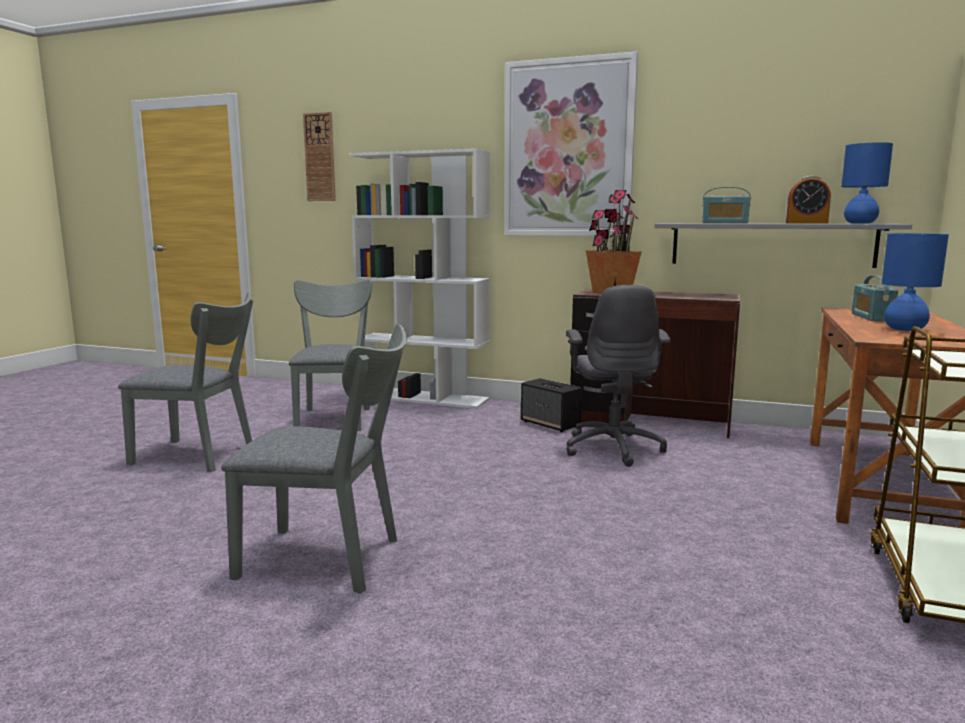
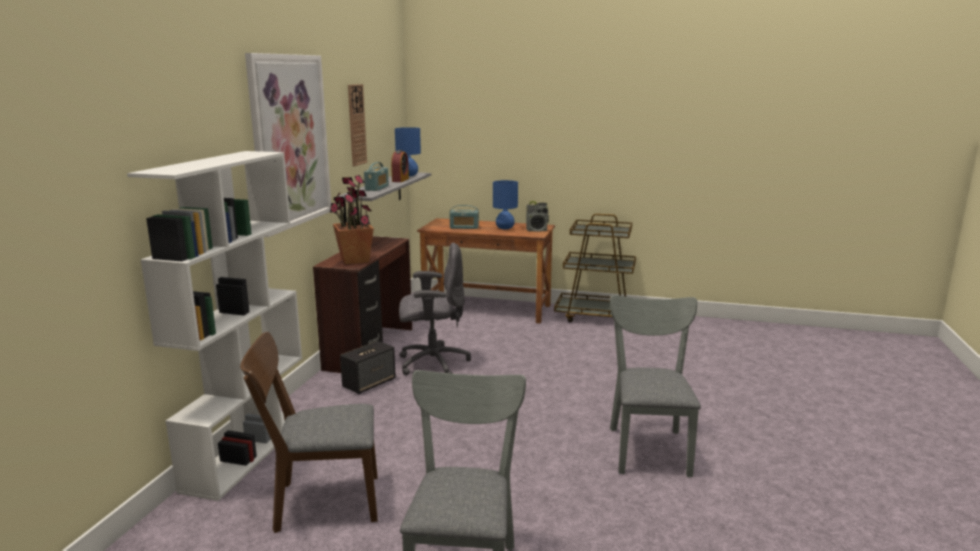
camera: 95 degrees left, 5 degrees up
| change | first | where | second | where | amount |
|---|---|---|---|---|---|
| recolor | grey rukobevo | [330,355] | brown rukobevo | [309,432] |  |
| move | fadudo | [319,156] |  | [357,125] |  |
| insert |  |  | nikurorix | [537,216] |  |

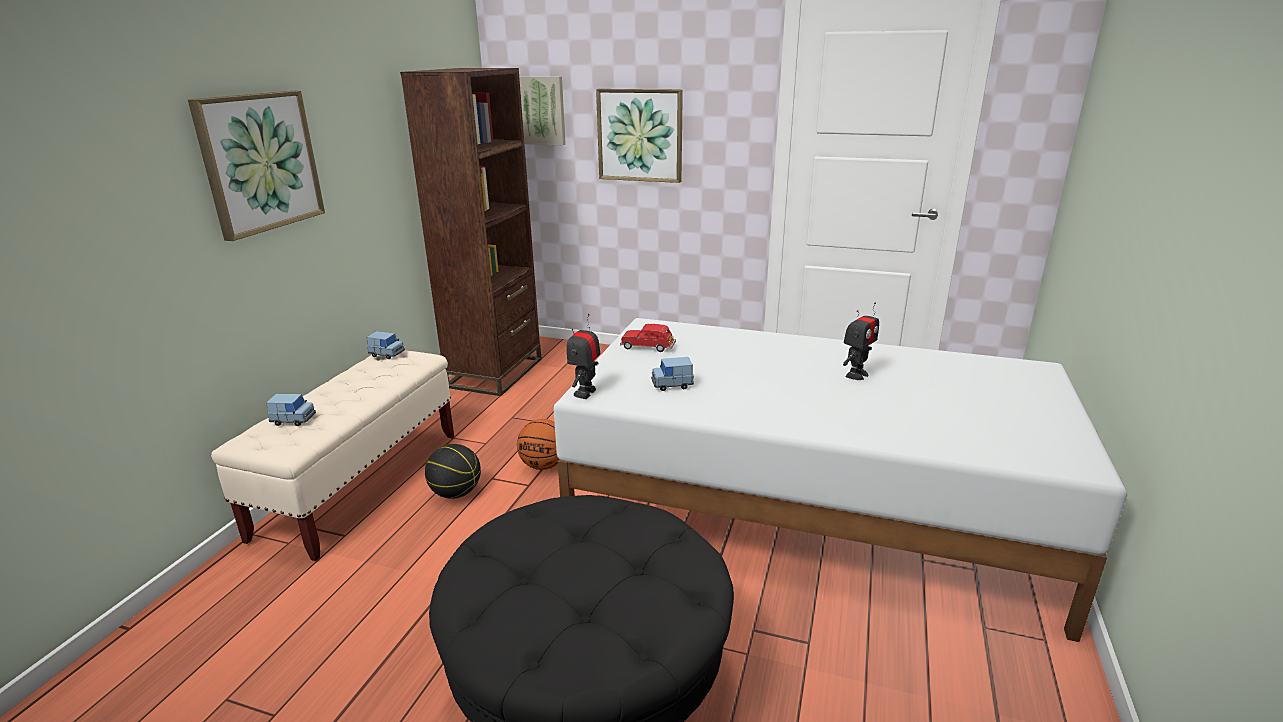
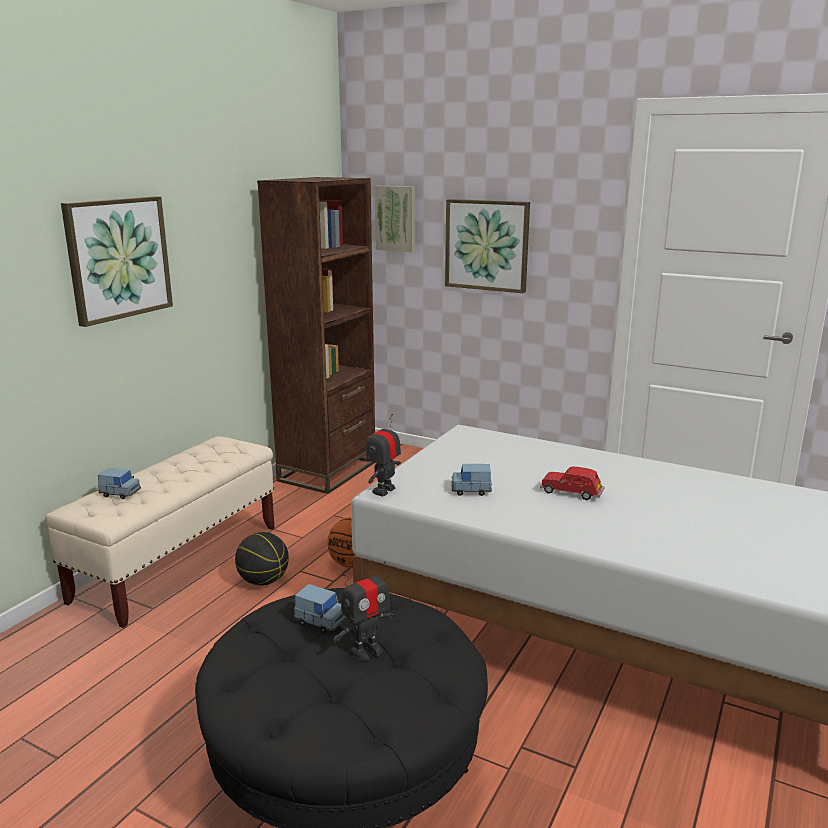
camera: 10 degrees right, 5 degrees down
| change | first | where | second | where | amount |
|---|---|---|---|---|---|
| move | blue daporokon | [386,345] |  | [320,608] |  |
| move | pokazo | [861,341] |  | [364,611] |  |
| move | red daporokon | [648,338] |  | [572,483] |  |

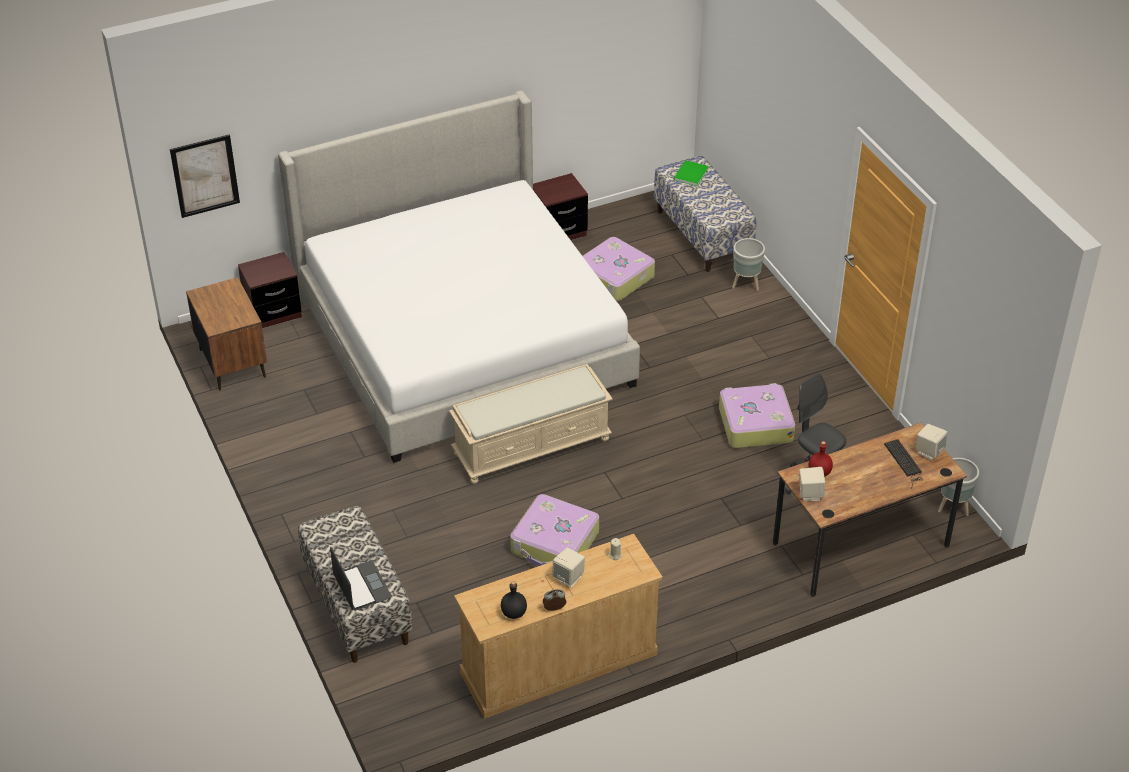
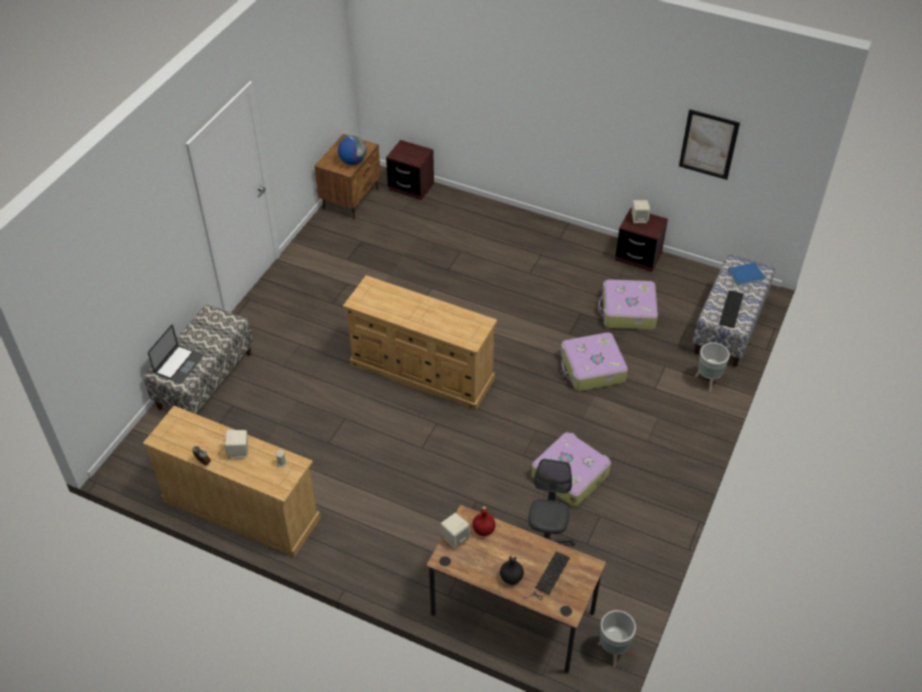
camera: 50 degrees right, 5 degrees up
| change | first | where | second | where | amount |
|---|---|---|---|---|---|
| insert |  |  | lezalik | [352,150] |  |
| replace | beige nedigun | [531,424] | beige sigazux | [420,343] |  |
| move | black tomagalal | [514,600] |  | [512,570] |  |
| move | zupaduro | [554,530] |  | [594,361] |  |
| move | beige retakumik | [931,442] |  | [641,211] |  |
| move | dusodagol | [205,176] |  | [709,144] |  |
| insert |  |  | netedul | [731,309] |  |
| recolor | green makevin | [691,173] | blue makevin | [747,274] |  |
| delete | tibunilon | [459,277] |  |  |  |

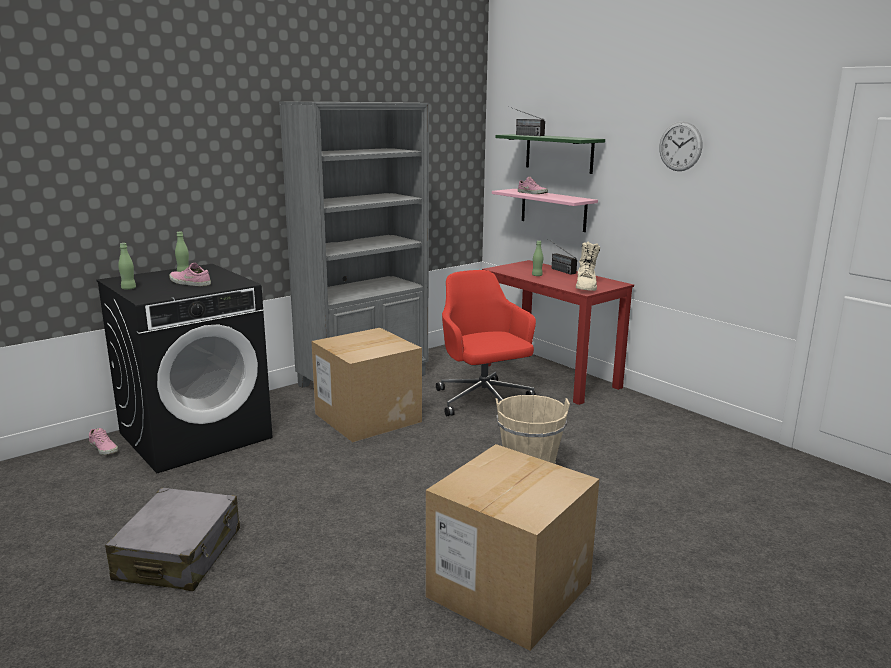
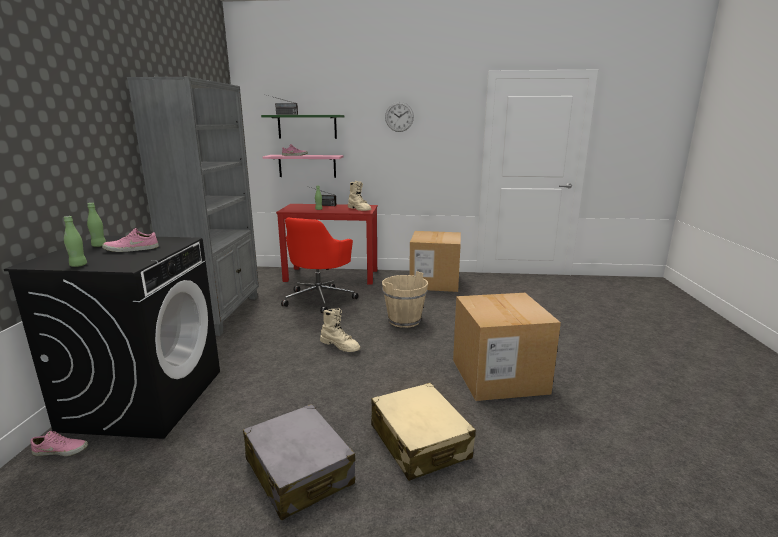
camera: 45 degrees left, 0 degrees up
| change | first | where | second | where | amount |
|---|---|---|---|---|---|
| rotate | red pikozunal | [486,343] |  | [319,265] | 90 degrees counterclockwise |
| insert |  |  | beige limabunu | [340,330] |  |
| insert |  |  | beige zupaduro | [423,432] |  |
| move | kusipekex | [366,385] |  | [435,261] |  |

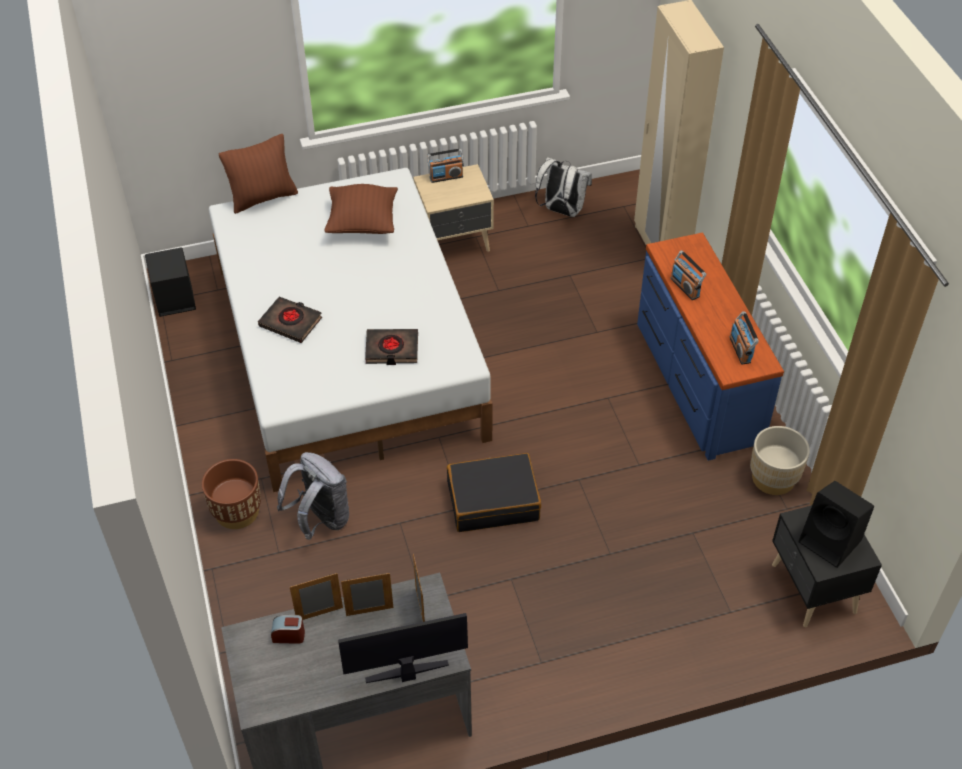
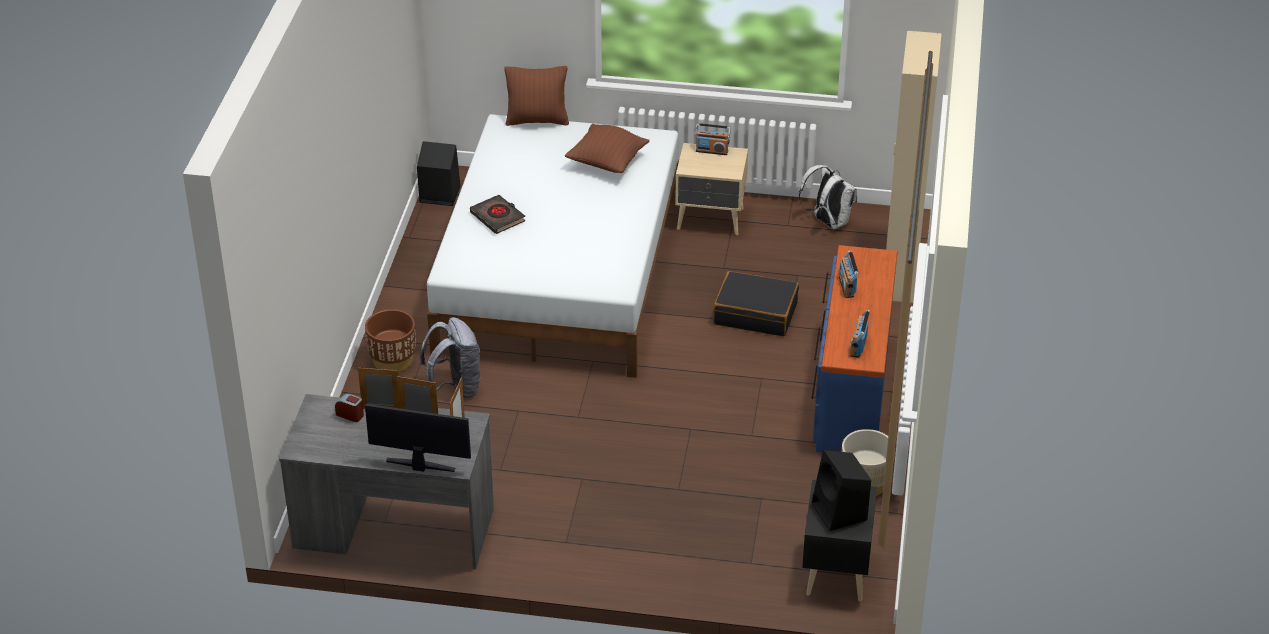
camera: 25 degrees right, 10 degrees down
| change | first | where | second | where | amount |
|---|---|---|---|---|---|
| move | black zupaduro | [494,492] |  | [756,303] |  |
| delete | black makevin | [391,347] |  |  |  |

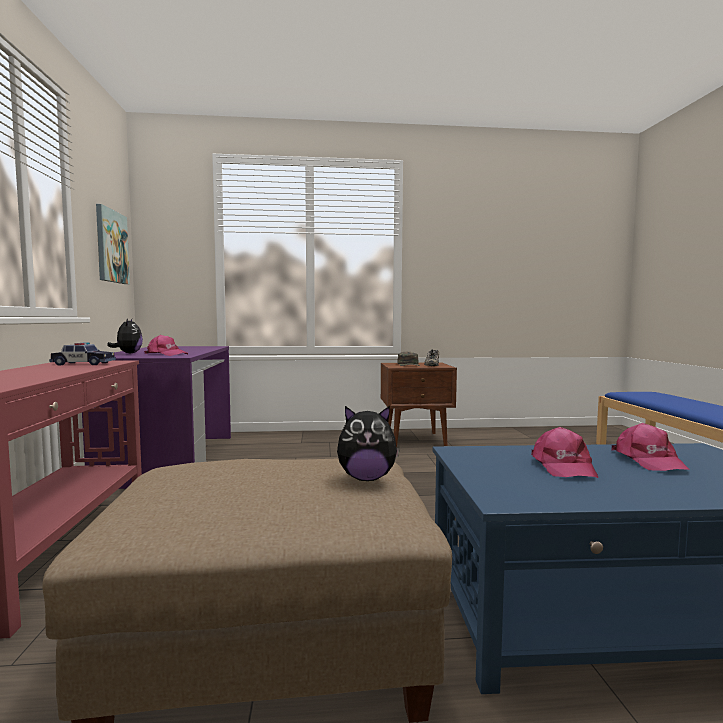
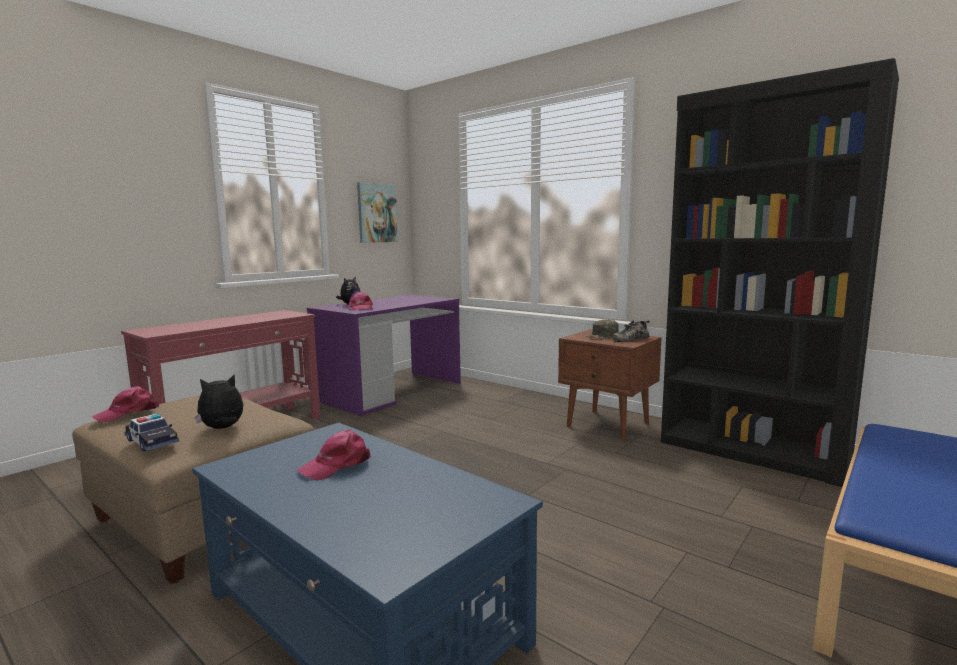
camera: 45 degrees right, 5 degrees up
| change | first | where | second | where | amount |
|---|---|---|---|---|---|
| move | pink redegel | [650,447] |  | [125,404] |  |
| move | daporokon | [82,354] |  | [151,432] |  |
| rotate | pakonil | [368,443] |  | [219,402] | 105 degrees clockwise |
| insert |  |  | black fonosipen | [780,272] |  |

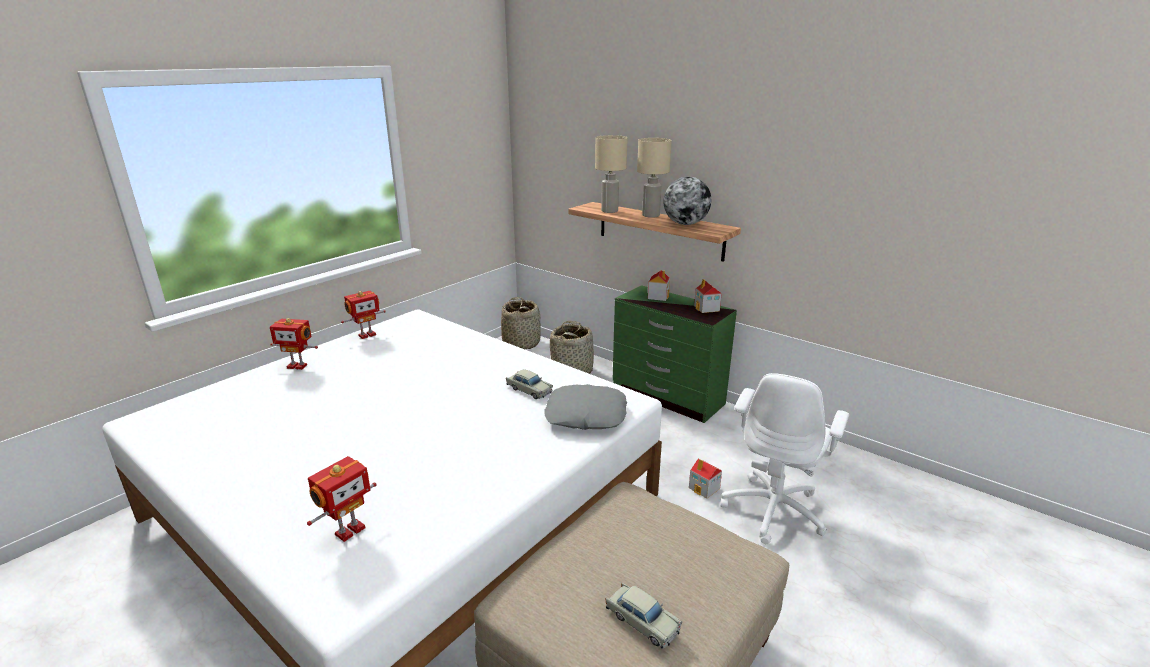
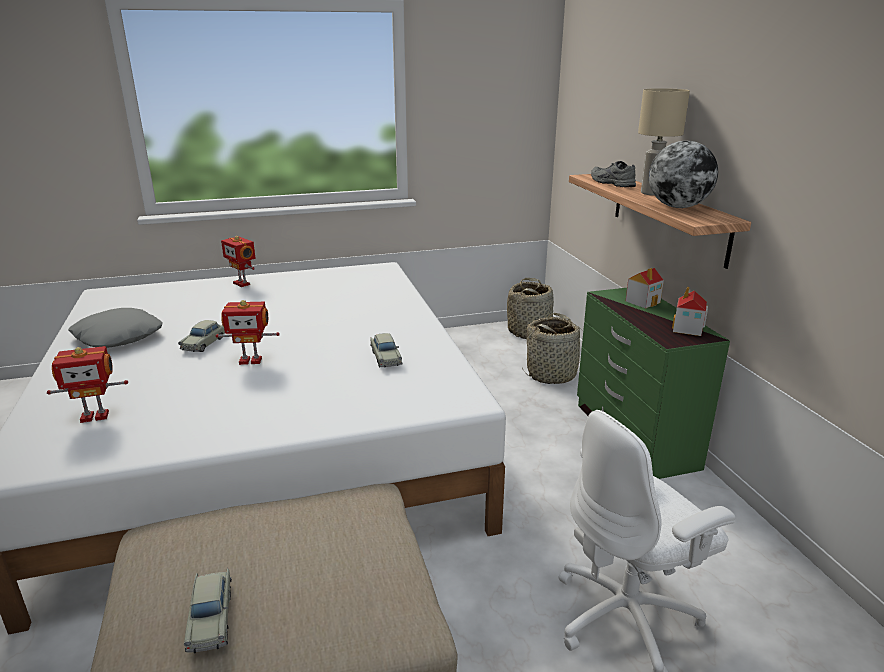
camera: 35 degrees right, 0 degrees up
| change | first | where | second | where | amount |
|---|---|---|---|---|---|
| move | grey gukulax | [586,407] |  | [115,328] |  |
| insert |  |  | beige daporokon | [201,336] |  |
| move | pokazo | [363,315] |  | [248,332] |  |
| replace | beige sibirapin | [611,174] | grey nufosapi | [613,174] |  |
| delete | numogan | [705,478] |  |  |  |

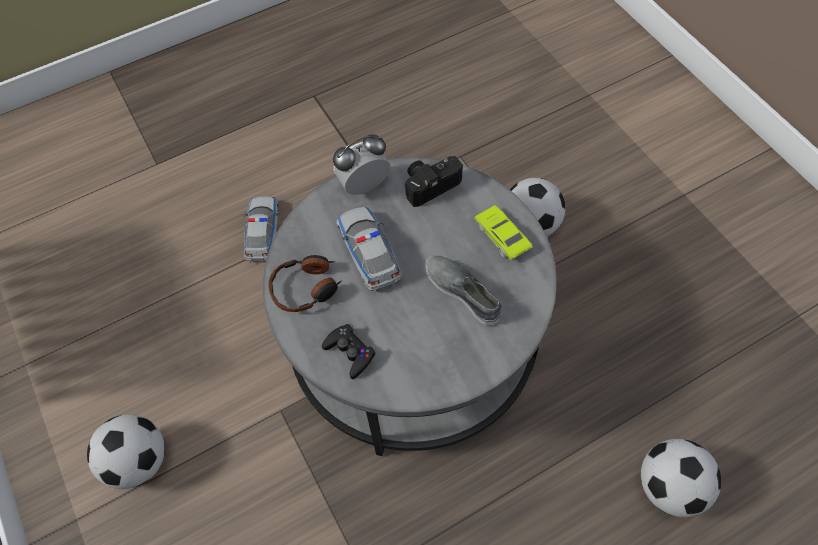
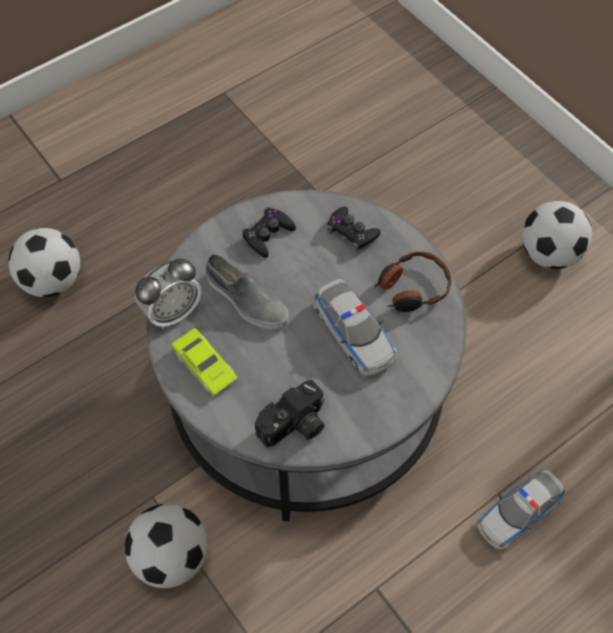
camera: 170 degrees right, 0 degrees up
| change | first | where | second | where | amount |
|---|---|---|---|---|---|
| move | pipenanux | [361,164] |  | [168,293] |  |
| insert |  |  | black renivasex | [269,232] |  |
| rotate | daporokon | [261,229] |  | [521,509] | 60 degrees clockwise |

